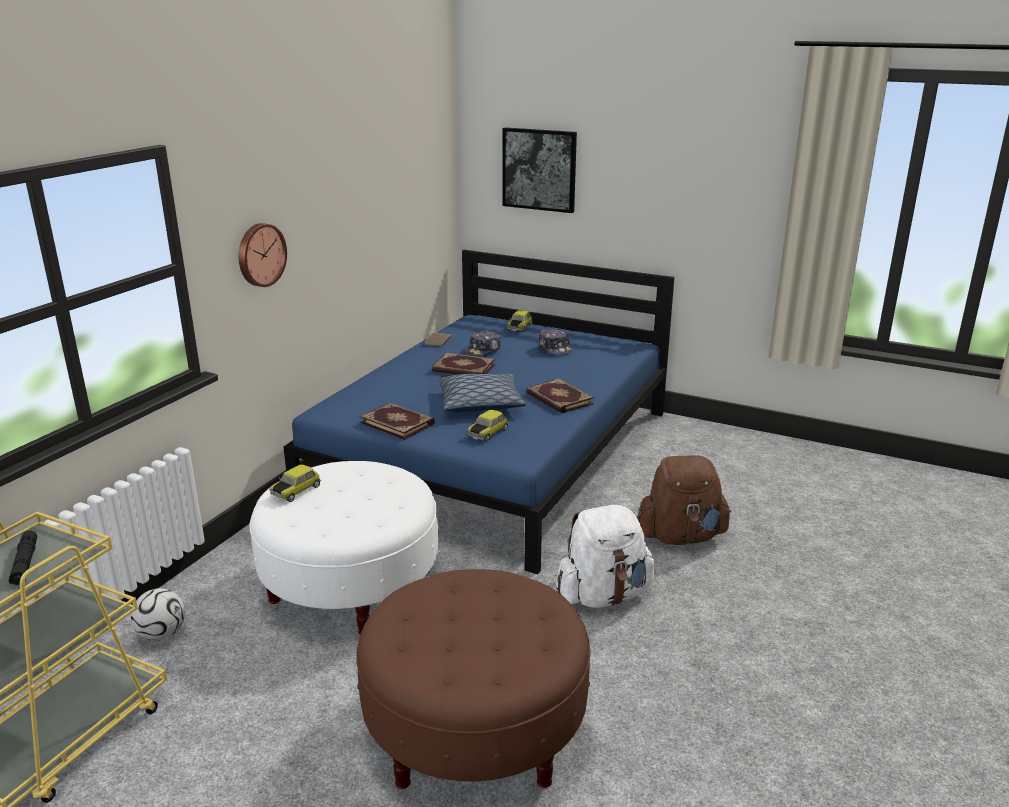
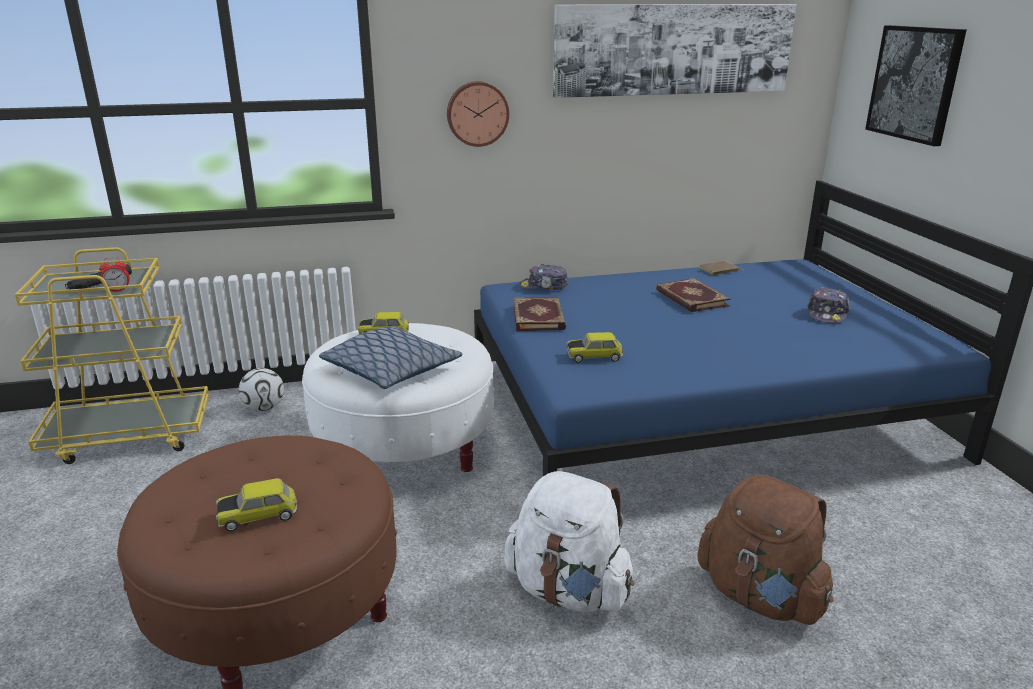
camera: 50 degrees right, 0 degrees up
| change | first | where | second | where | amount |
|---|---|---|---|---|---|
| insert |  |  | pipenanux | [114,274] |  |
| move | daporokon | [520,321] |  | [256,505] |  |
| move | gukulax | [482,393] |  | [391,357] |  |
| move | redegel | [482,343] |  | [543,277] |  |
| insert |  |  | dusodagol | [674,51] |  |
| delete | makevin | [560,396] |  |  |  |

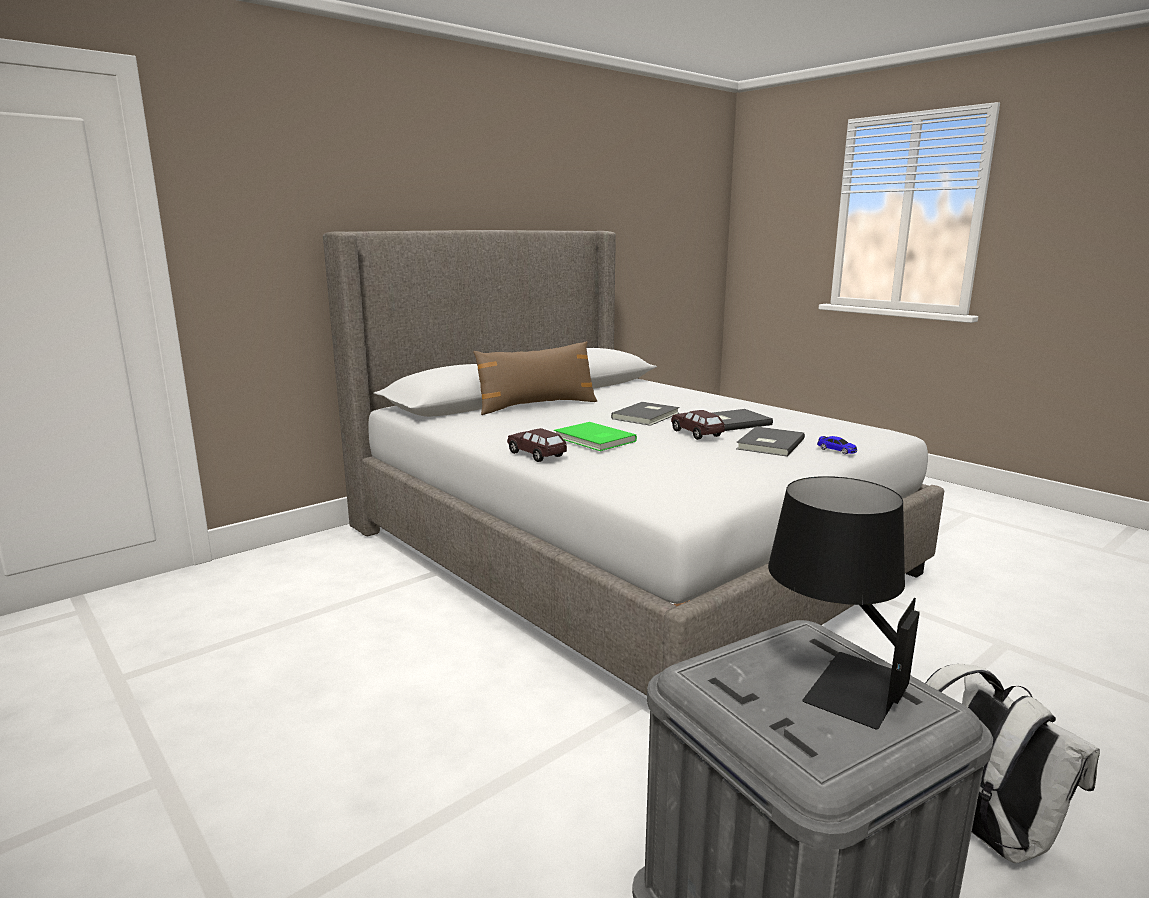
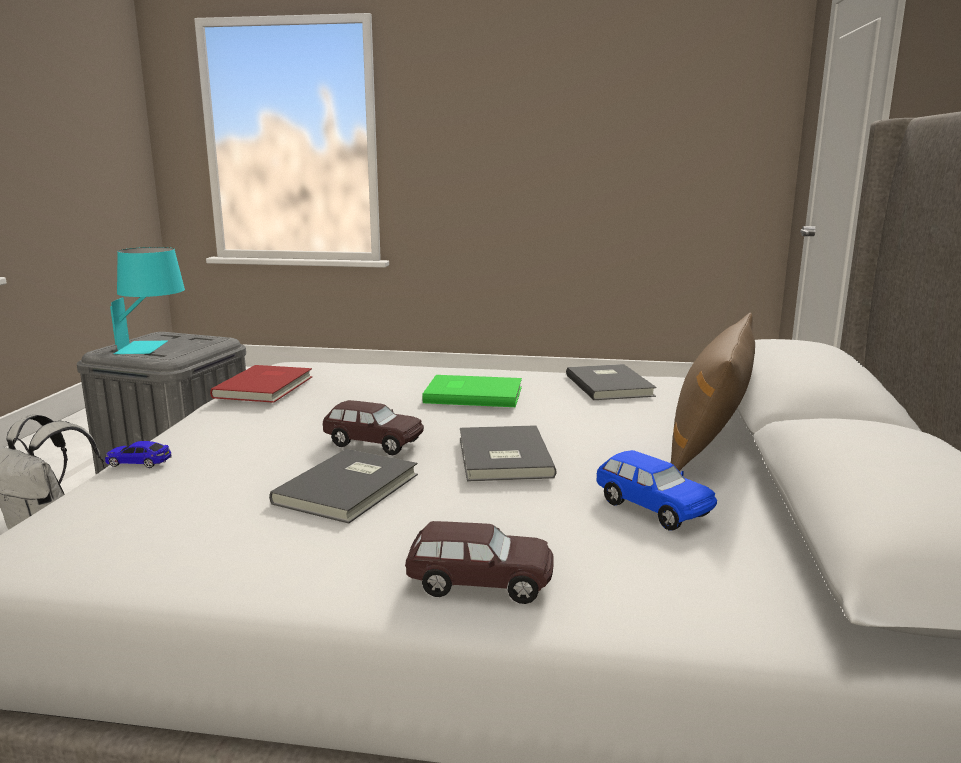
camera: 140 degrees right, 0 degrees up
| change | first | where | second | where | amount |
|---|---|---|---|---|---|
| recolor | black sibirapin | [844,603] | turquoise sibirapin | [147,300] |  |
| insert |  |  | red makevin | [261,384] |  |
| move | brown daporokon | [537,445] |  | [479,562] |  |
| move | grey makevin | [770,441] |  | [611,382] |  |
| insert |  |  | blue daporokon | [657,490] |  |

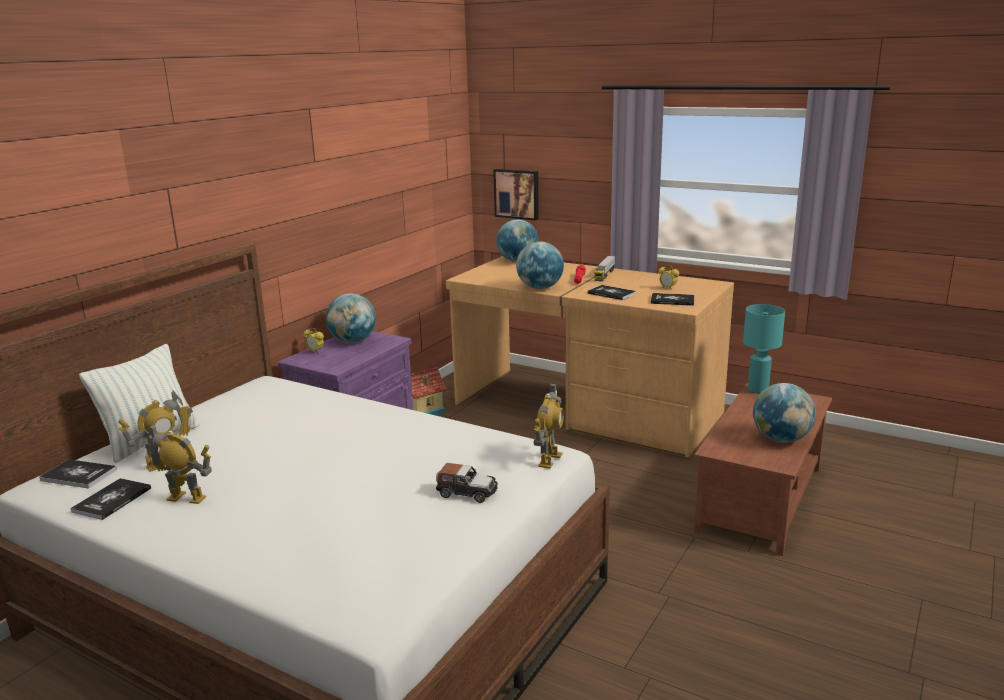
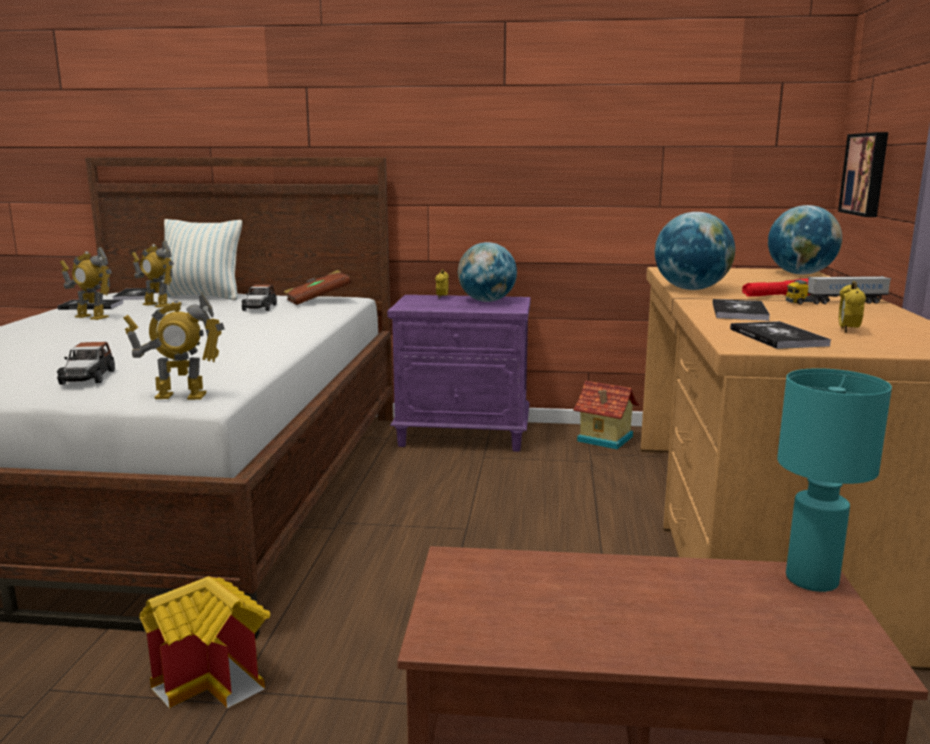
camera: 65 degrees right, 5 degrees down
| change | first | where | second | where | amount |
|---|---|---|---|---|---|
| rotate | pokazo | [178,464] |  | [86,283] | 120 degrees clockwise |
| insert |  |  | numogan | [204,642] |  |
| insert |  |  | daporokon | [259,297] |  |
| insert |  |  | brown makevin | [318,287] |  |
| delete | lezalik | [784,413] |  |  |  |

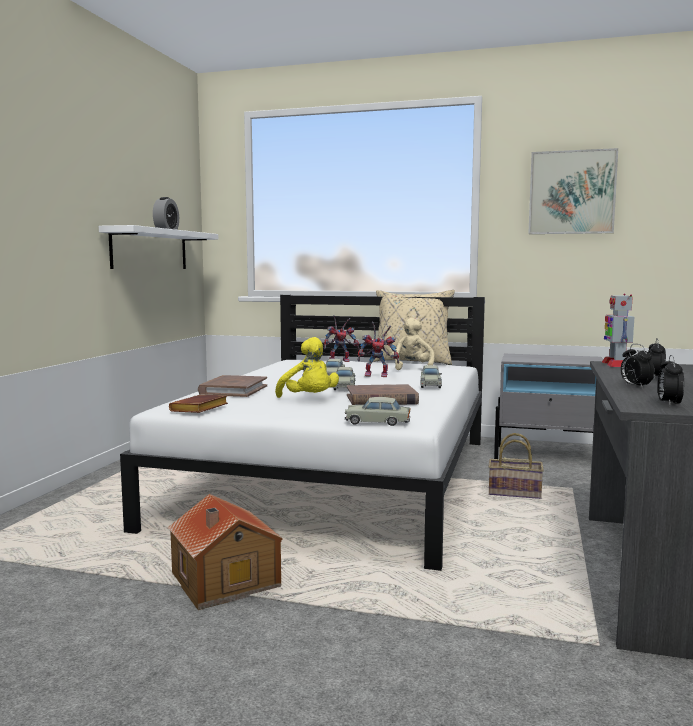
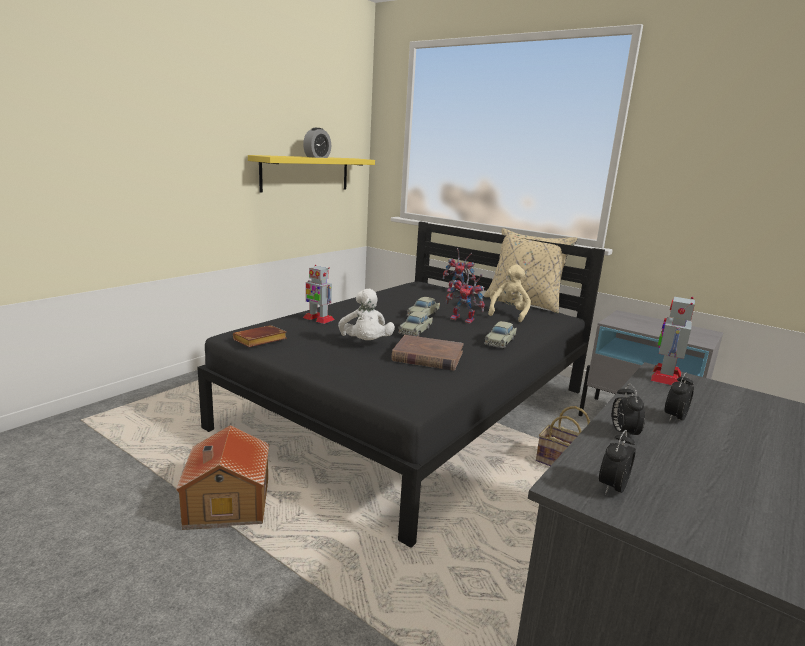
camera: 20 degrees right, 10 degrees up
| change | first | where | second | where | amount |
|---|---|---|---|---|---|
| recolor | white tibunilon | [302,433] | black tibunilon | [401,384] |  |
| recolor | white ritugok | [158,247] | yellow ritugok | [311,174] |  |
| replace | brown makevin | [232,386] | pokazo | [319,294] |  |
| recolor | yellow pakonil | [307,367] | white pakonil | [366,314] |  |
| delete | beige daporokon | [378,411] |  |  |  |
| delete | dusodagol | [573,191] |  |  |  |

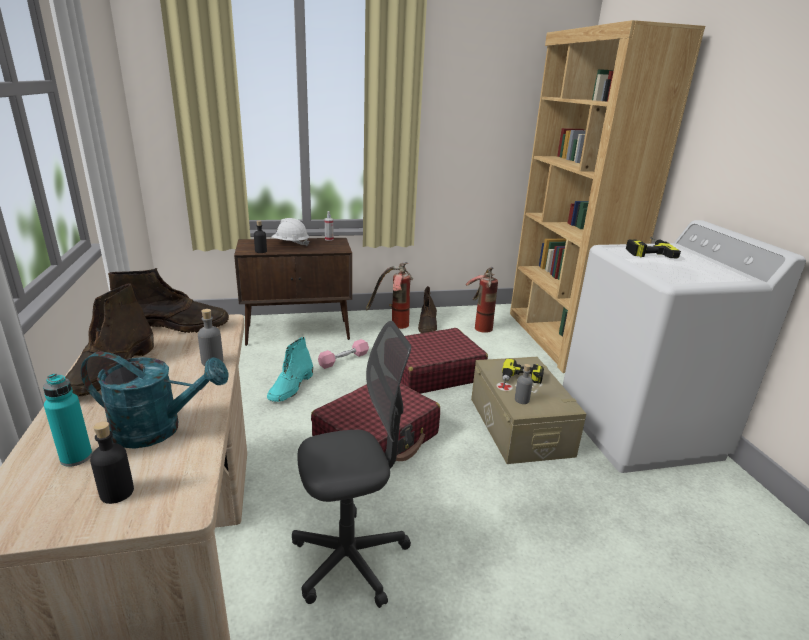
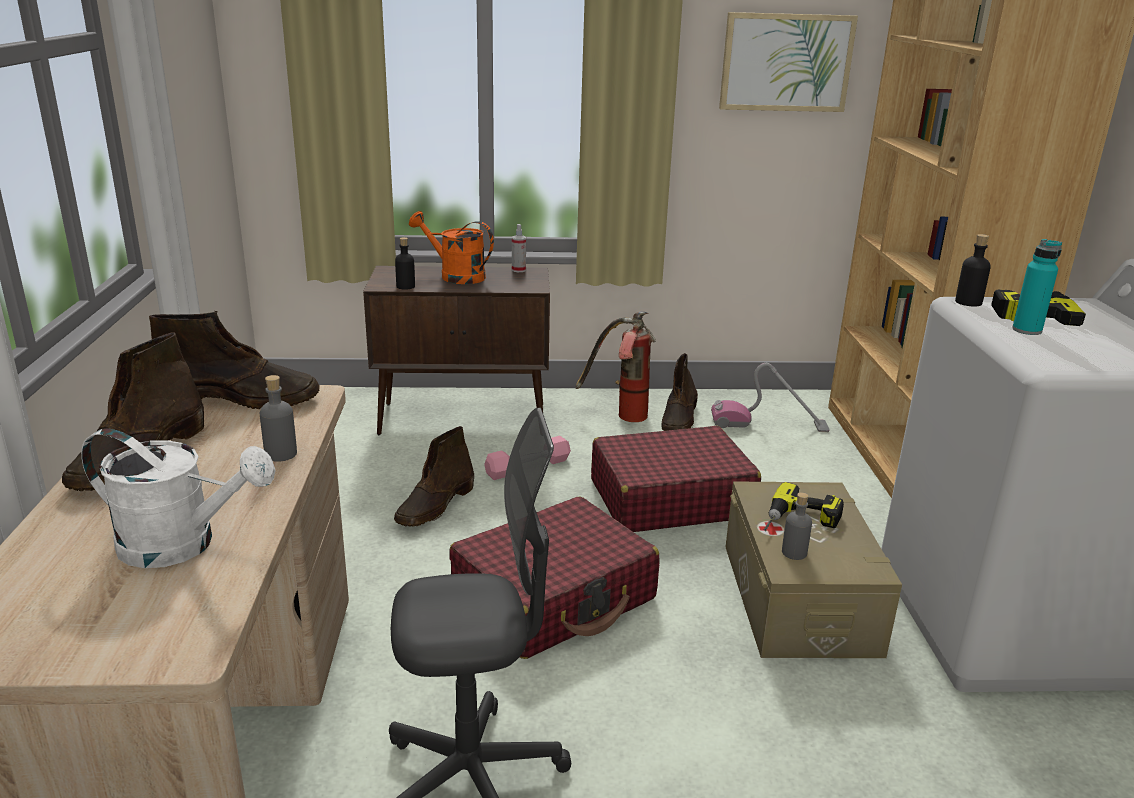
camera: 10 degrees right, 0 degrees up
| change | first | where | second | where | amount |
|---|---|---|---|---|---|
| recolor | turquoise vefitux | [155,400] | white vefitux | [178,498] |  |
| recolor | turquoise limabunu | [290,369] | brown limabunu | [434,476] |  |
| replace | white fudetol | [290,232] | orange vefitux | [451,247] |  |
| replace | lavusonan | [482,300] | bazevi | [770,397] |  |
| insert |  |  | dusodagol | [788,62] |  |
| move | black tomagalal | [112,462] |  | [973,270] |  |
| move | turquoise tomagalal | [67,420] |  | [1037,287] |  |

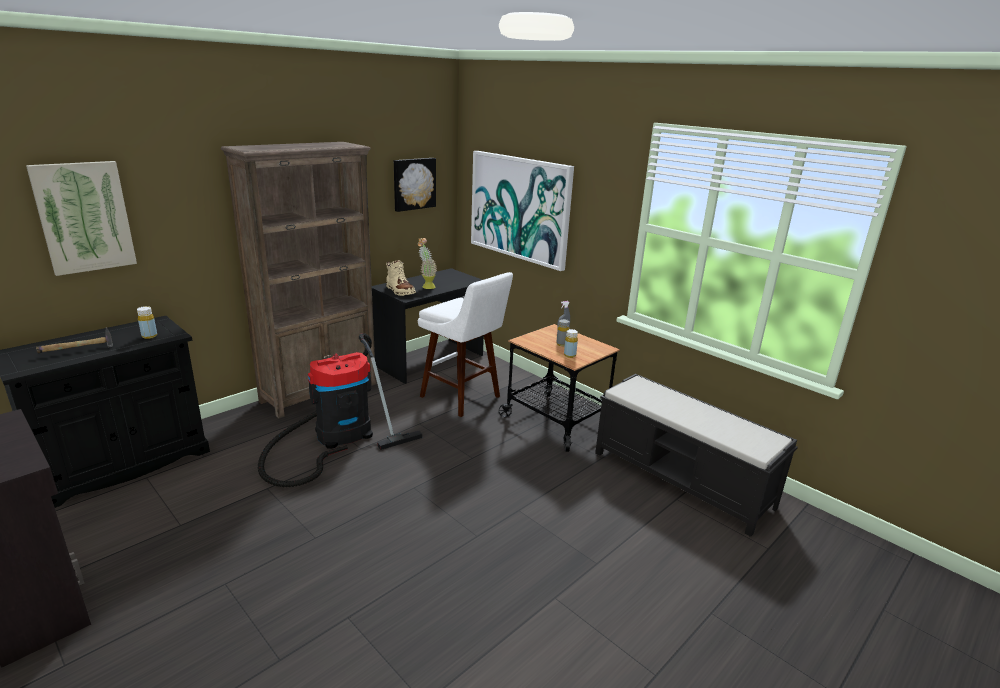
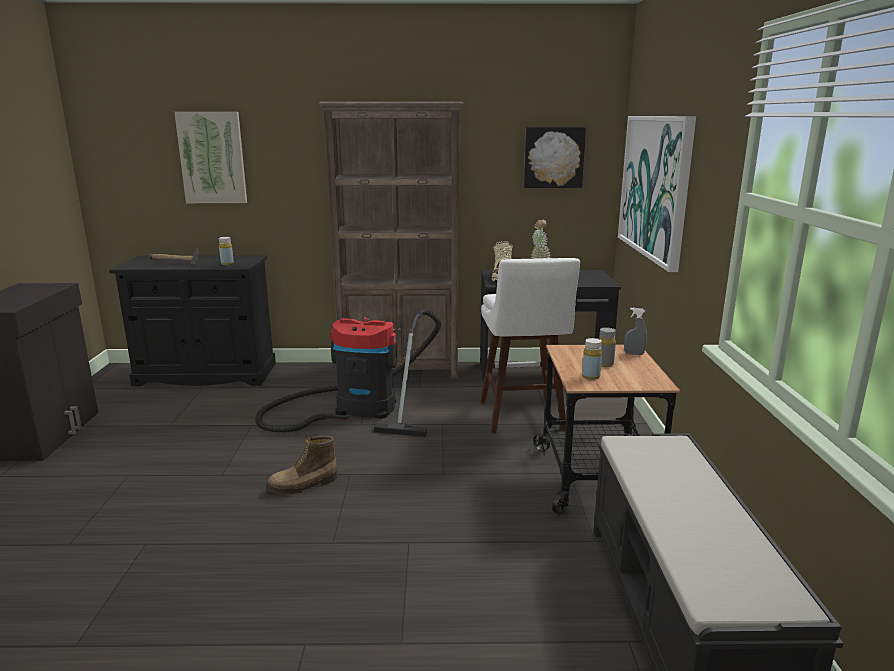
camera: 45 degrees right, 5 degrees down
| change | first | where | second | where | amount |
|---|---|---|---|---|---|
| insert |  |  | limabunu | [302,465] |  |

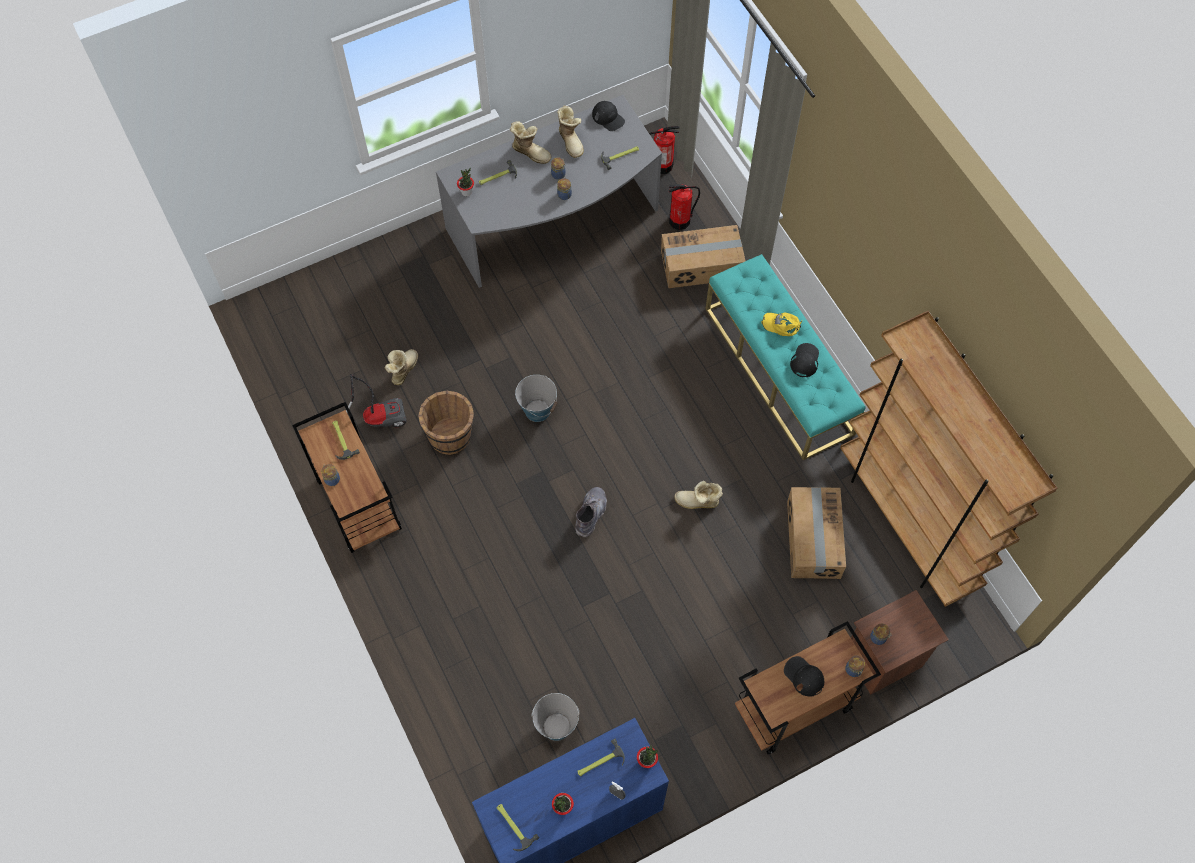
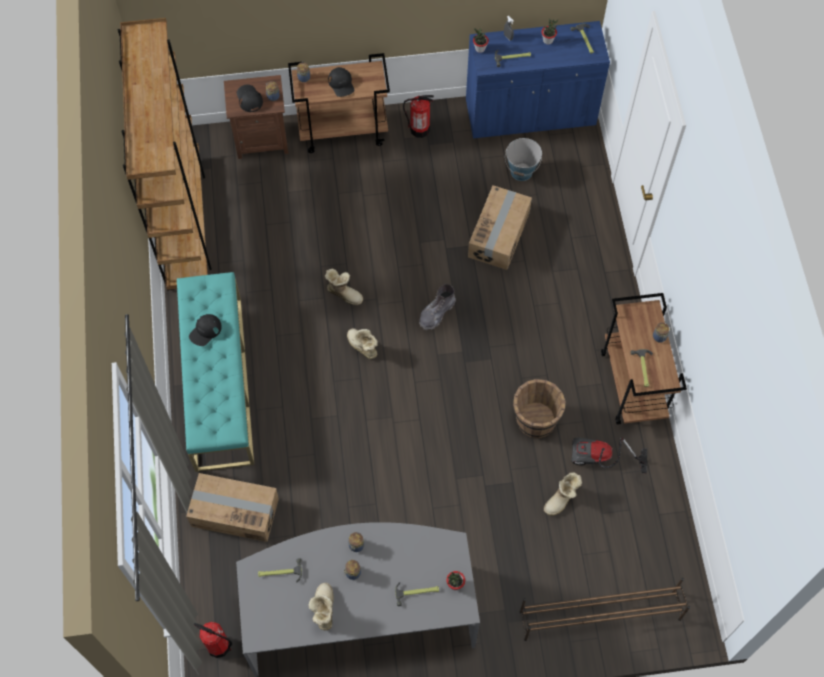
camera: 160 degrees left, 0 degrees up
| change | first | where | second | where | amount |
|---|---|---|---|---|---|
| move | black redegel | [608,116] |  | [250,98] |  |
| move | limabunu | [530,142] |  | [362,343] |  |
| move | lavusonan | [684,207] |  | [418,116] |  |
| move | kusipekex | [816,533] |  | [500,227] |  |
| insert |  |  | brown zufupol | [605,609] |  |
| delete | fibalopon | [536,398] |  |  |  |
| delete | yellow redegel | [782,324] |  |  |  |

